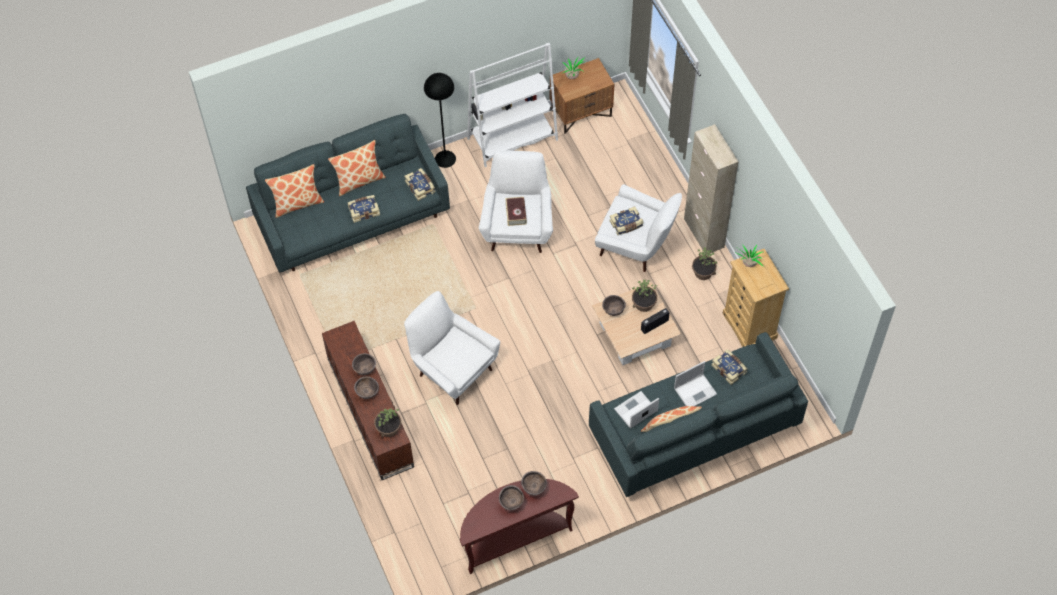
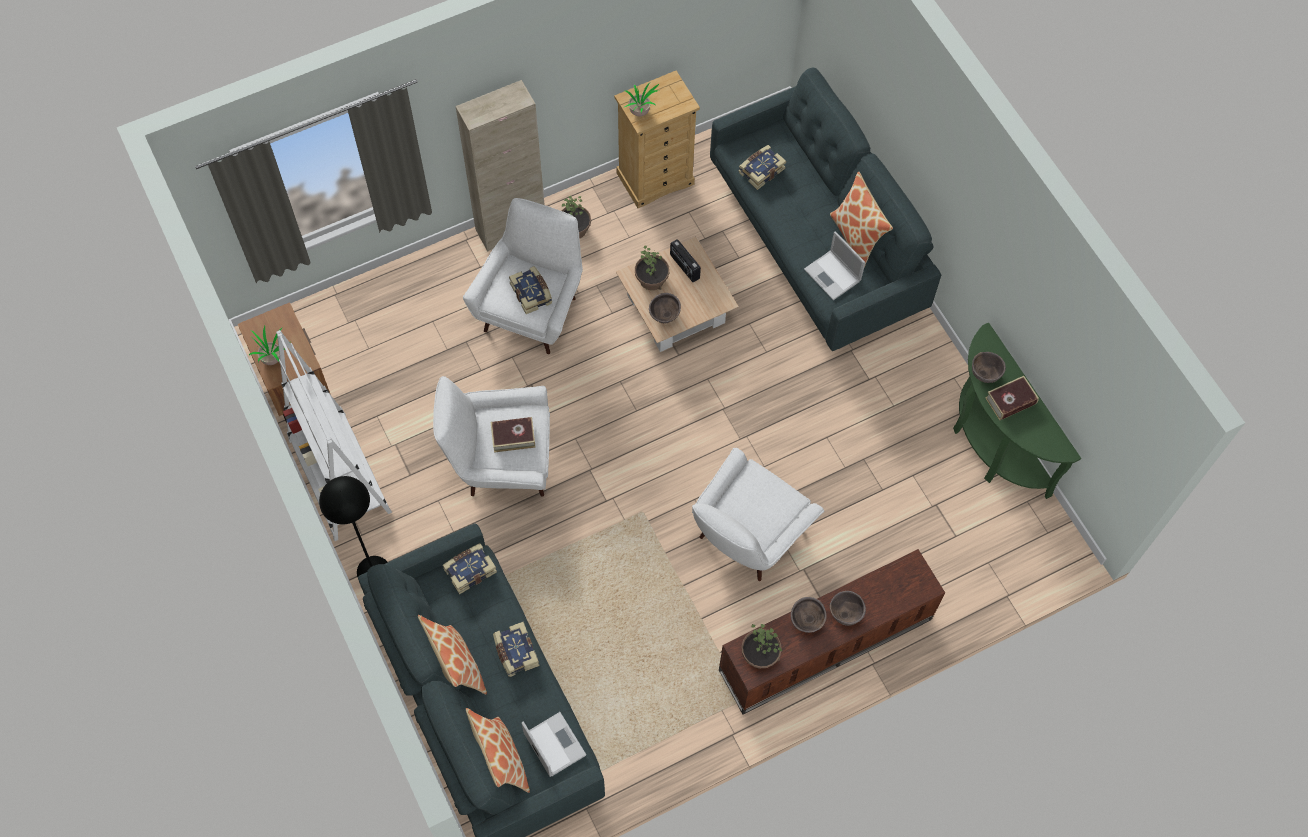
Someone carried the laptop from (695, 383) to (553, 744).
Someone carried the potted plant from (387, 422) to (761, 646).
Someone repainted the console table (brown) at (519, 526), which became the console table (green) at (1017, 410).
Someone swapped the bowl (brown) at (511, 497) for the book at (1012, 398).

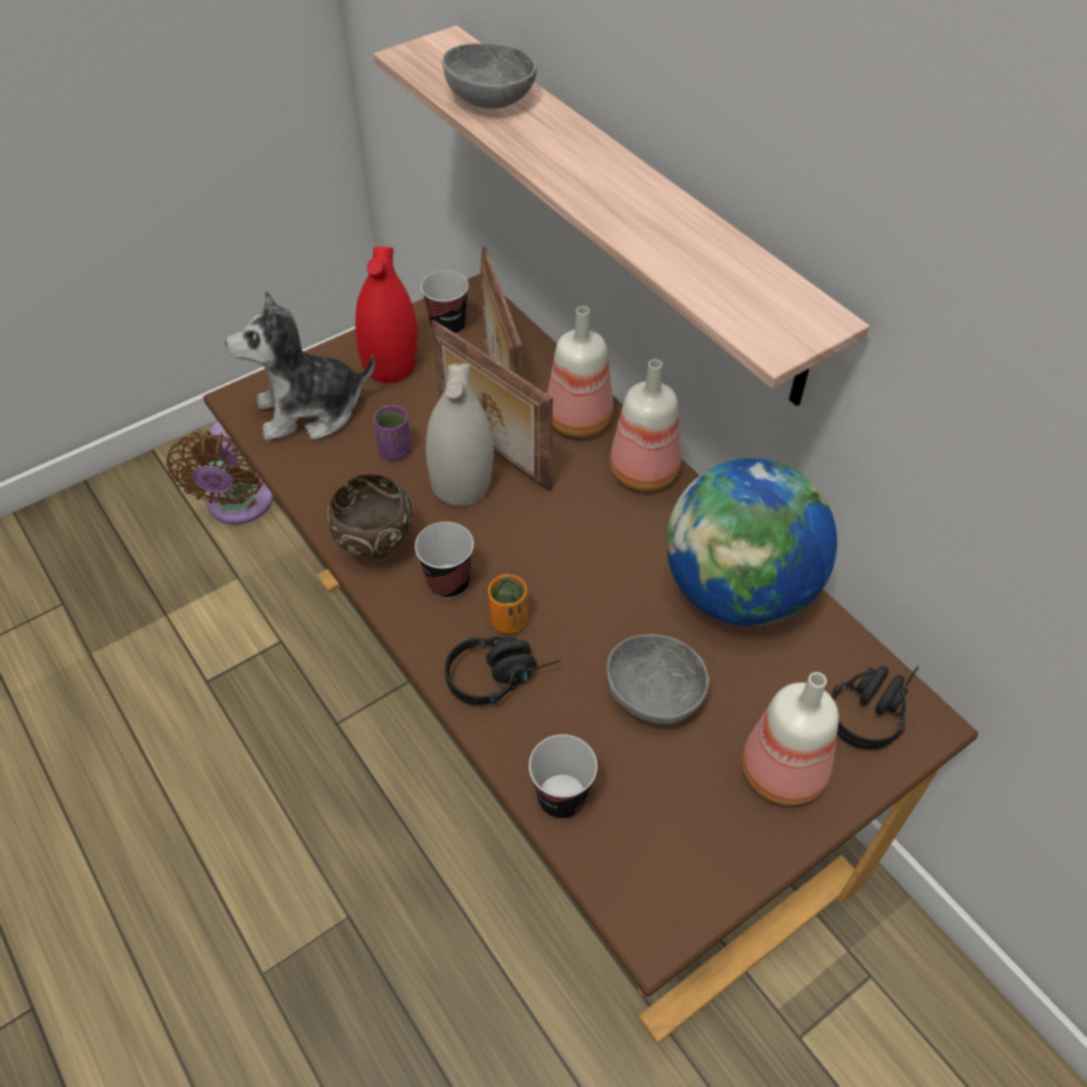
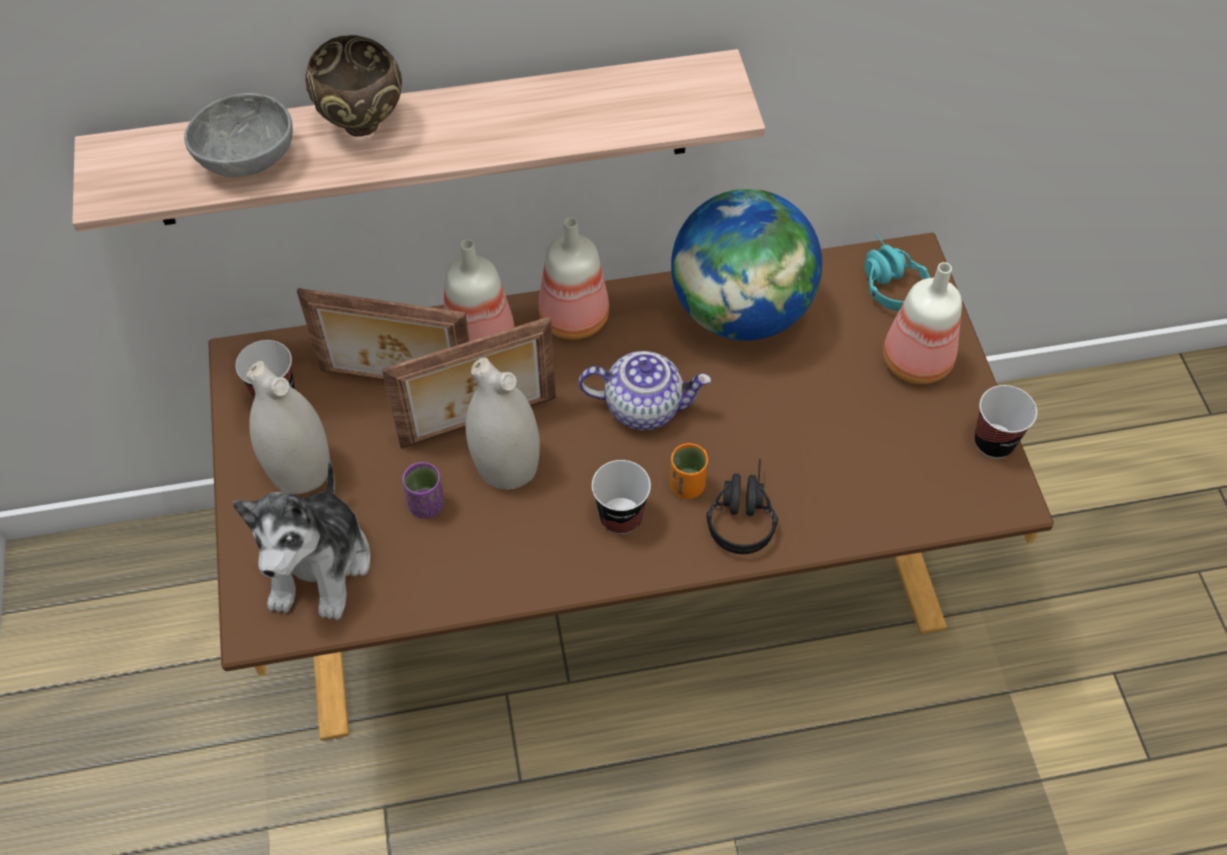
Someone repainted the vase (red) at (386, 315), which became the vase (white) at (288, 427).
Someone carried the bowl (brown) from (370, 516) to (353, 86).
Someone put down the teapot at (645, 390).
Someone repainted the headphones (black) at (875, 707), which became the headphones (turquoise) at (897, 272).
Someone carried the cup from (563, 777) to (1005, 421).
Someone took away the fan (brown) at (219, 473).
Someone took away the bowl (grey) at (658, 679).

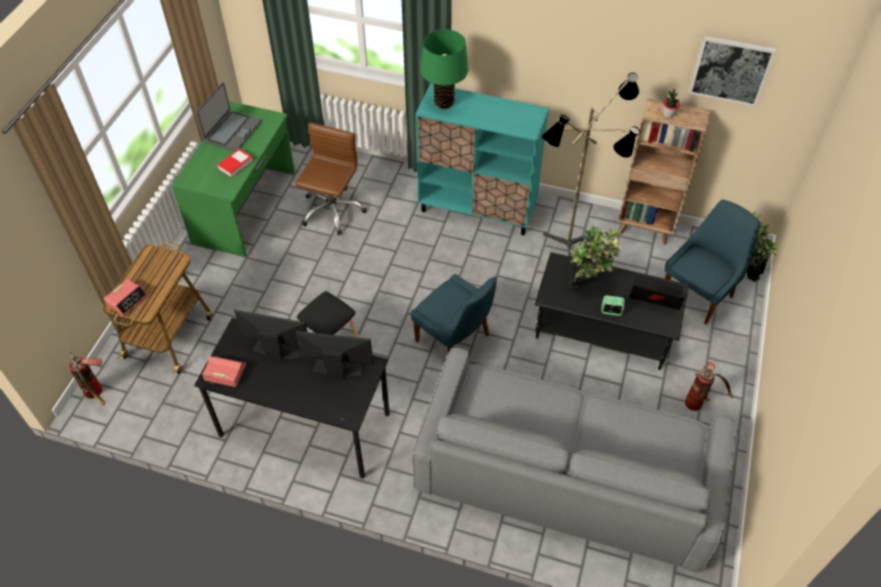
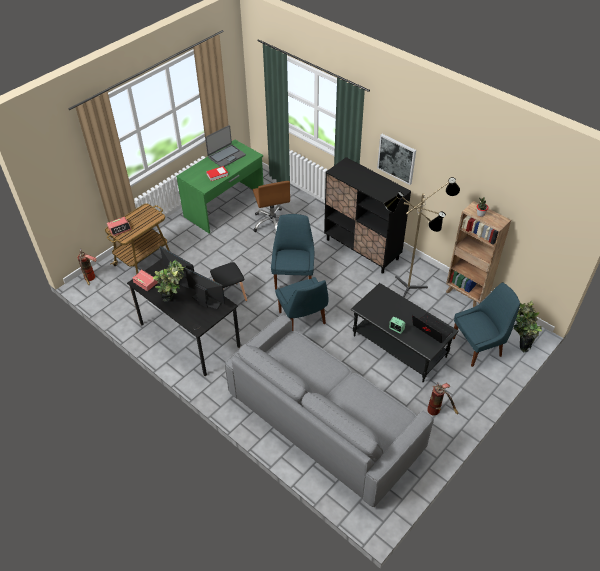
Someone carried the potted plant from (595, 258) to (169, 280).
Someone rotated the office chair (brown) at (331, 178) by 120 degrees clockwise.
Someone put down the chair (blue) at (292, 252).
Someone repainted the cabinet (turquoise) at (482, 159), which became the cabinet (black) at (367, 215).
Someone carried the picture from (732, 71) to (396, 159).
Someone took away the table lamp (green) at (444, 69).

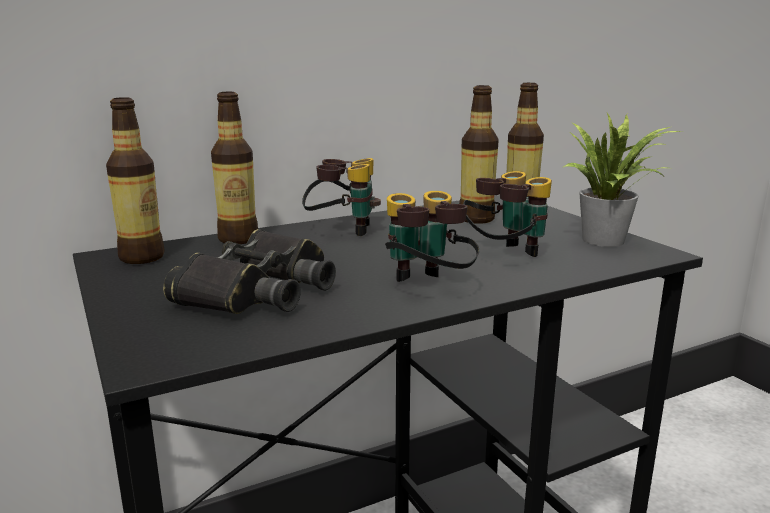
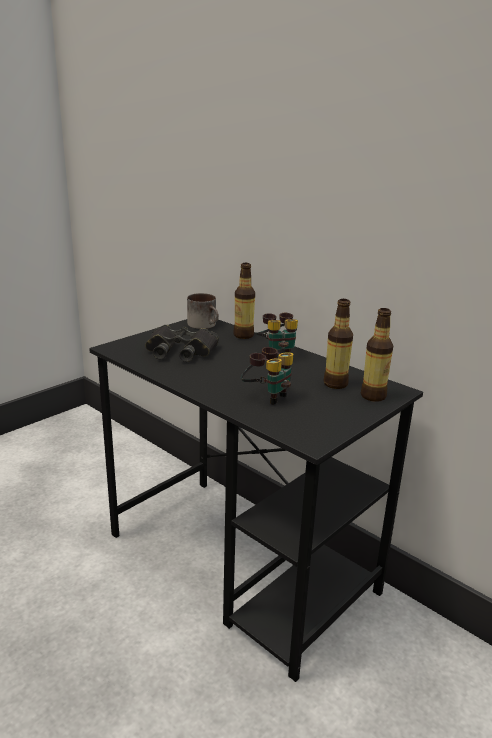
Someone swapped the bottle at (135, 180) for the mug at (203, 311).
Someone took away the binoculars at (432, 236).
Someone took away the potted plant at (623, 180).

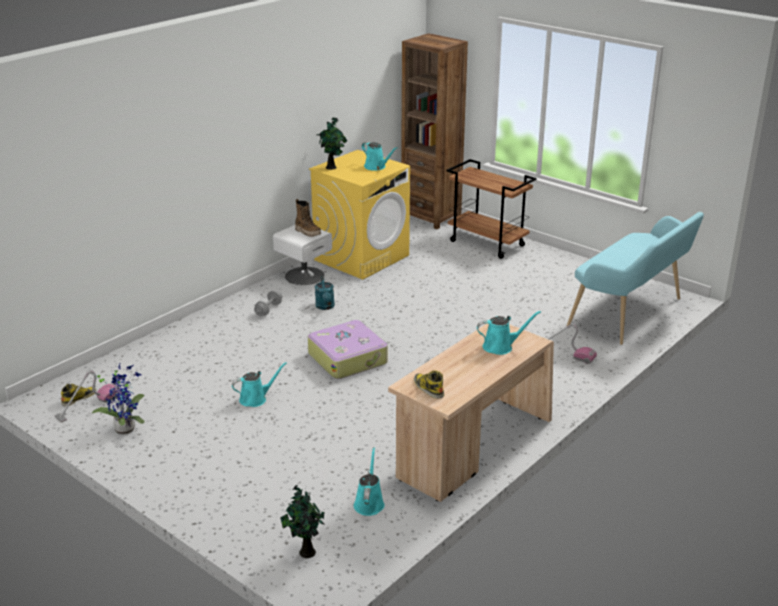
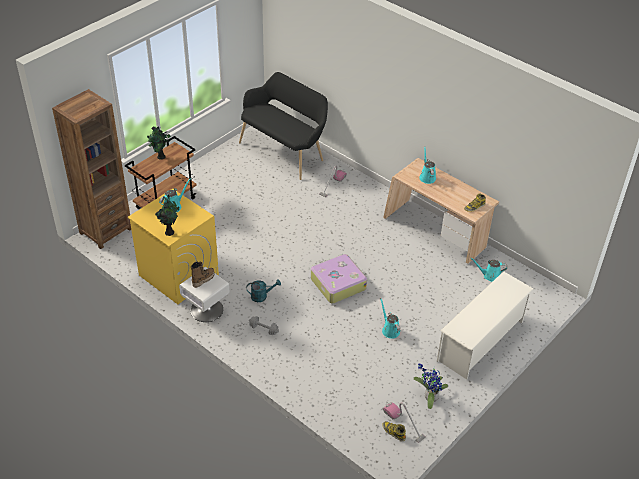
Someone carried the potted plant from (302, 521) to (159, 142).
Someone repainted the bench (turquoise) at (635, 278), which became the bench (black) at (283, 126).
Someone put down the shoe rack (white) at (485, 325).

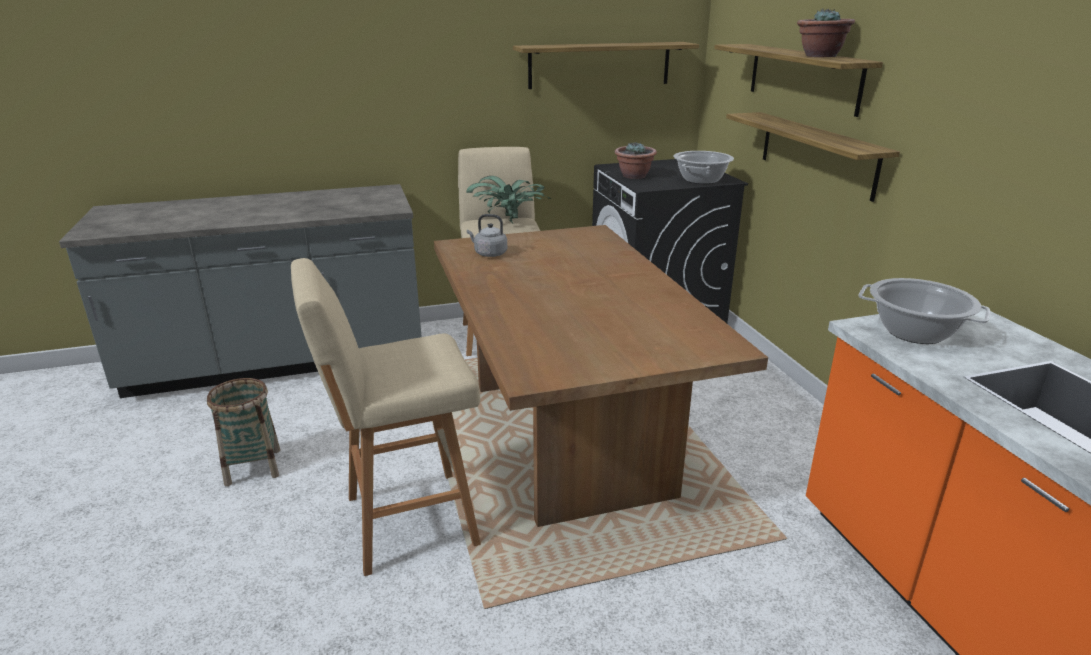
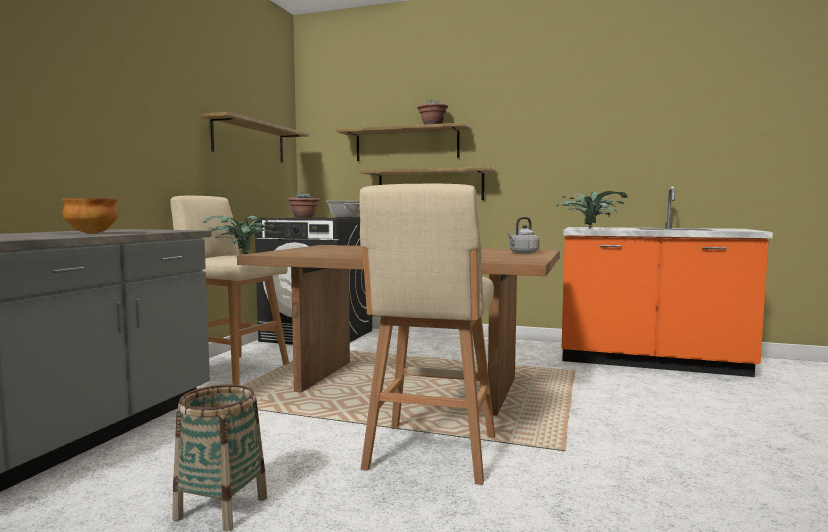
Someone put down the bowl at (90, 216).
Someone carried the kettle (grey) from (487, 235) to (523, 235).
Someone swapped the cooking pot at (924, 311) for the potted plant at (591, 209).

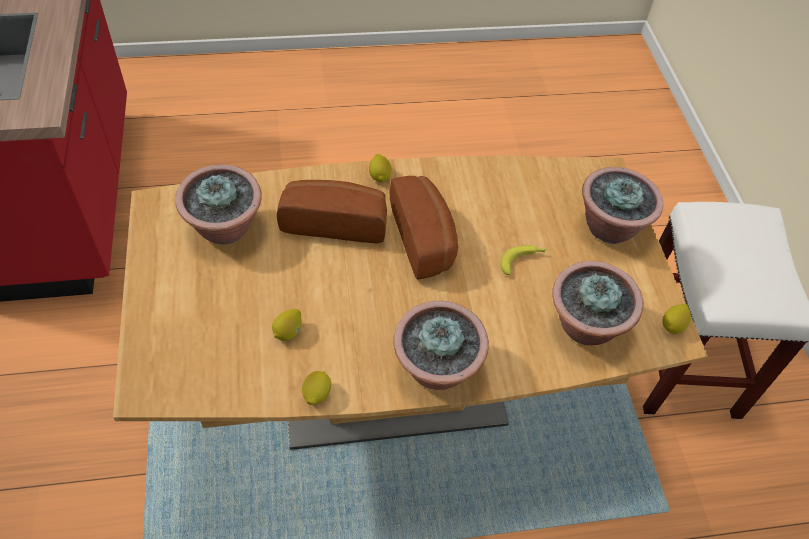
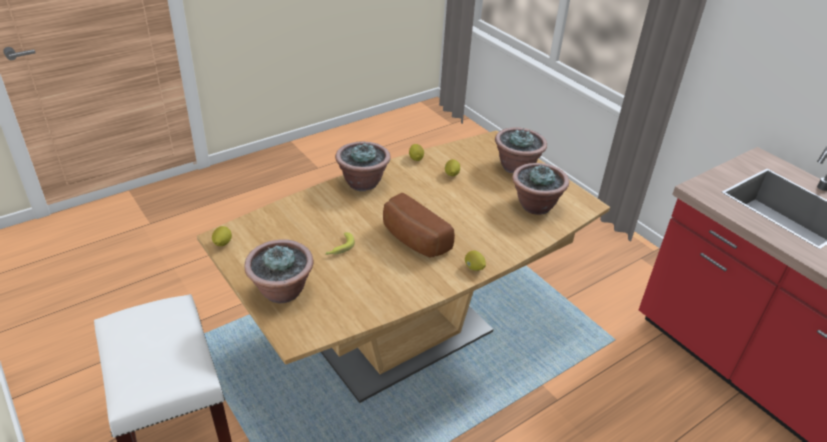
Someone carried the potted plant from (598, 303) to (521, 150).
Someone took away the bread at (332, 211).

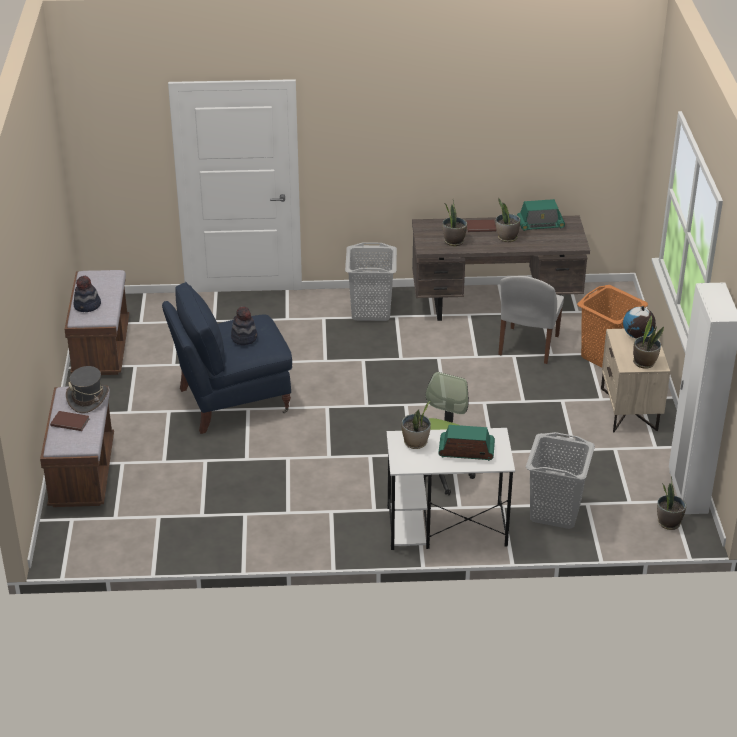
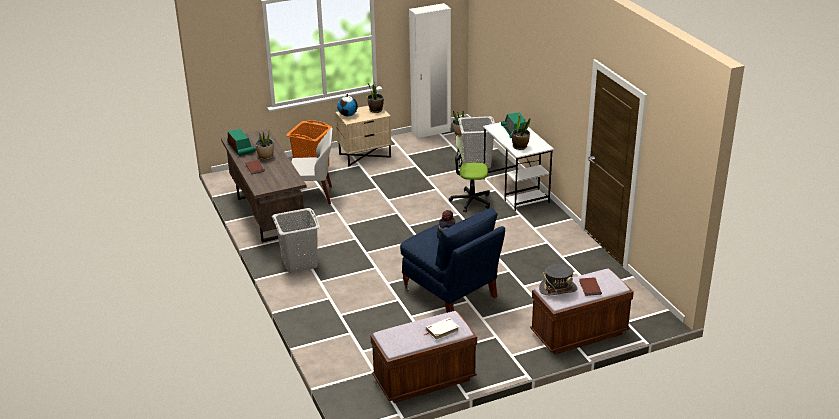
Someone swapped the hat at (87, 294) for the book (white) at (441, 329).
Someone took away the potted plant at (455, 223).

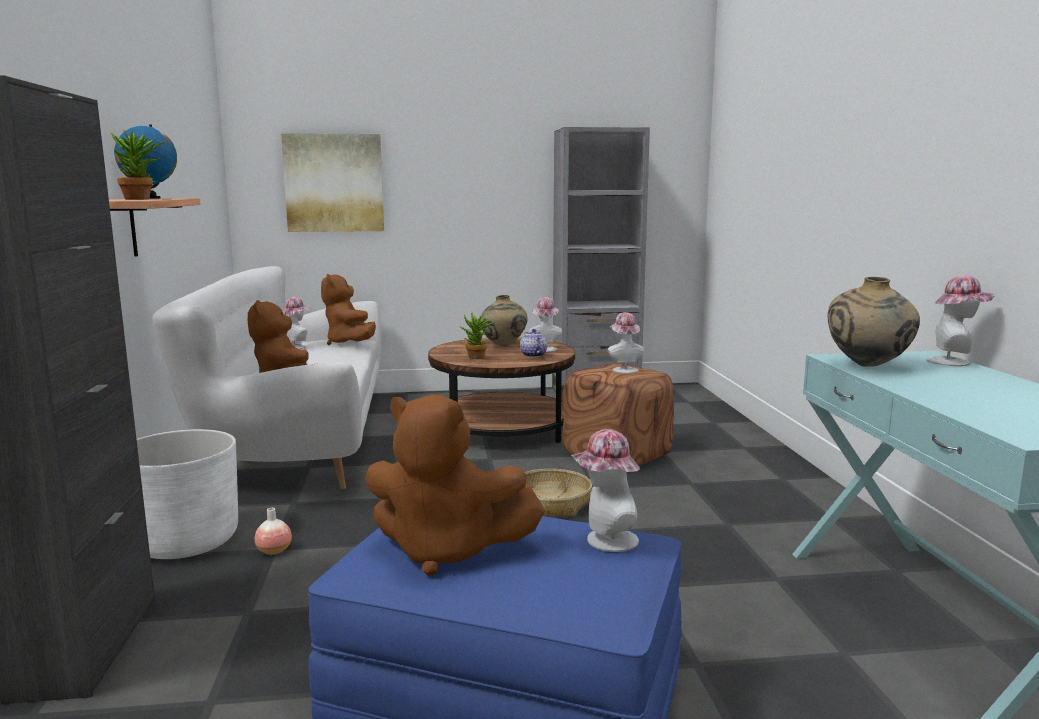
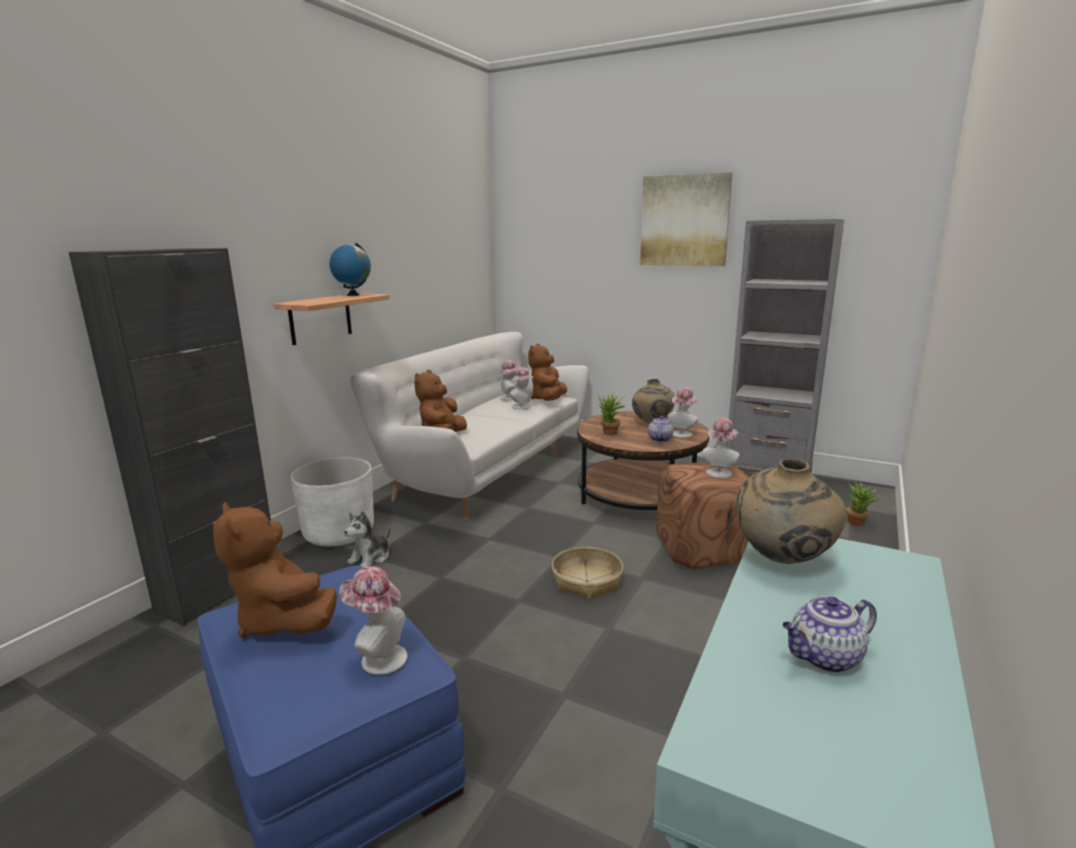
Someone swapped the vase at (273, 531) for the plush toy at (367, 539).
Someone carried the hat from (960, 320) to (521, 388).
Someone carried the picture from (332, 182) to (686, 219).
Someone put down the teapot at (830, 634).
Someone carried the potted plant from (137, 164) to (865, 503).

